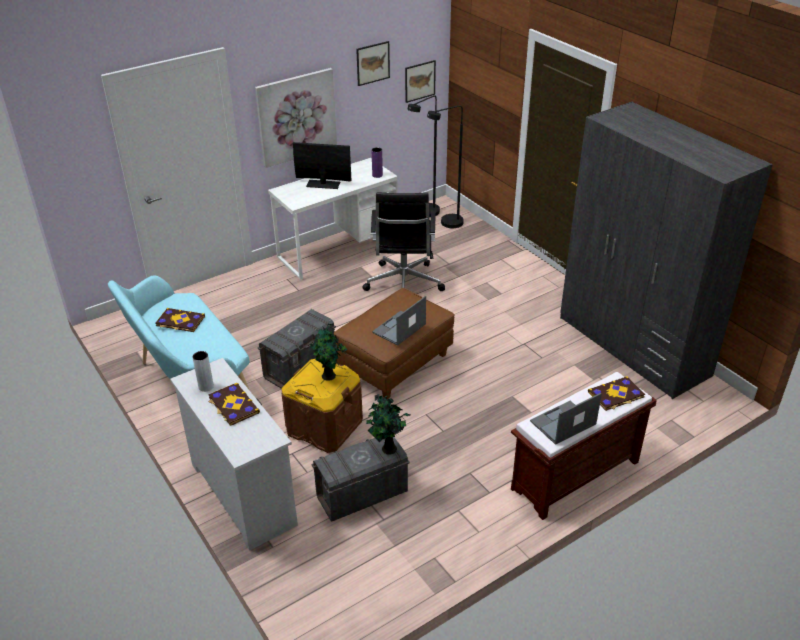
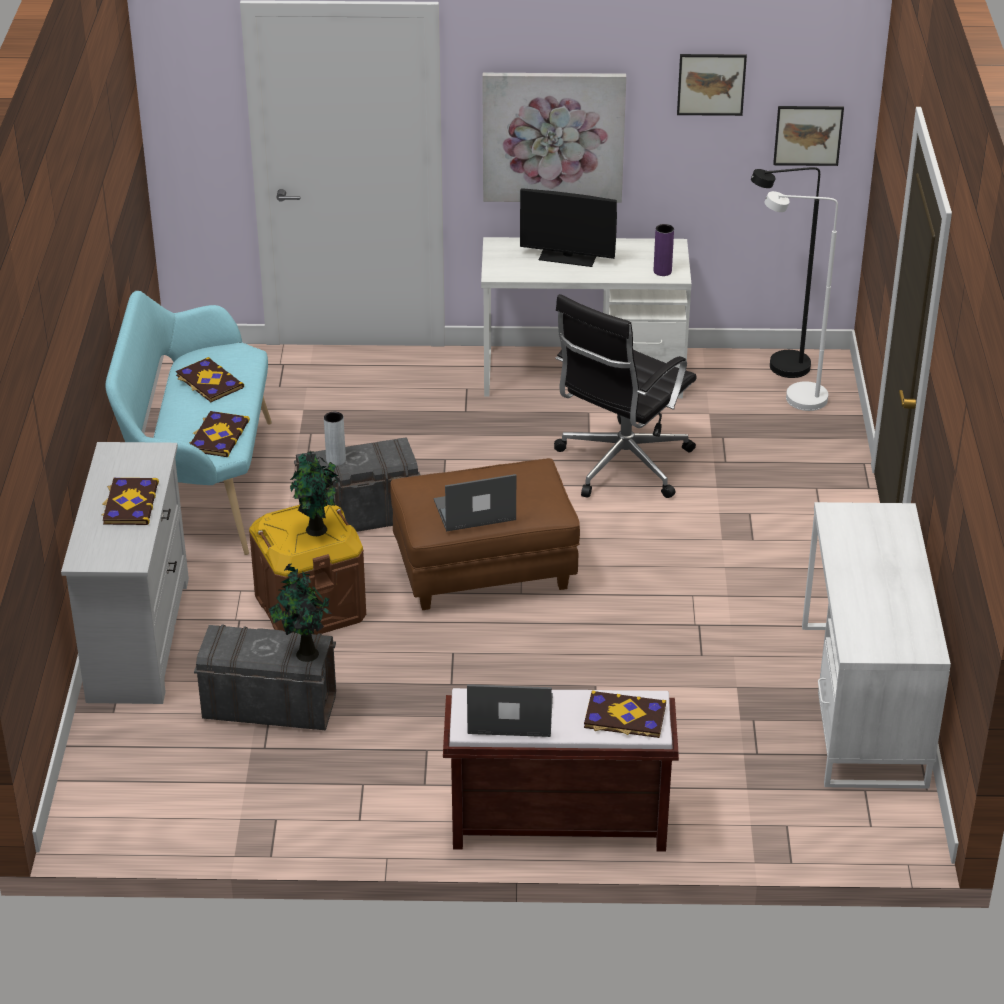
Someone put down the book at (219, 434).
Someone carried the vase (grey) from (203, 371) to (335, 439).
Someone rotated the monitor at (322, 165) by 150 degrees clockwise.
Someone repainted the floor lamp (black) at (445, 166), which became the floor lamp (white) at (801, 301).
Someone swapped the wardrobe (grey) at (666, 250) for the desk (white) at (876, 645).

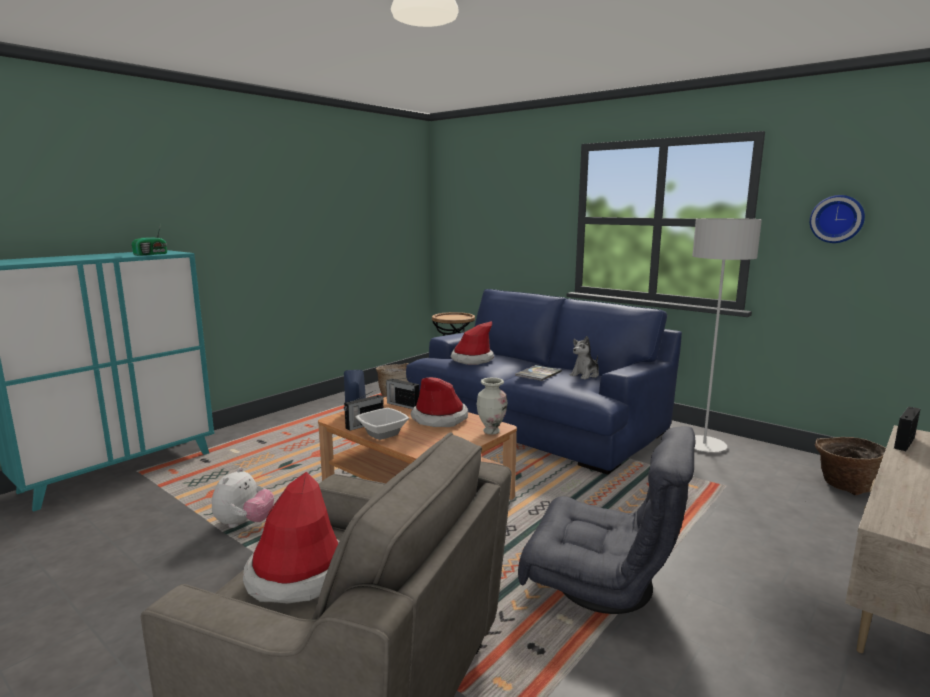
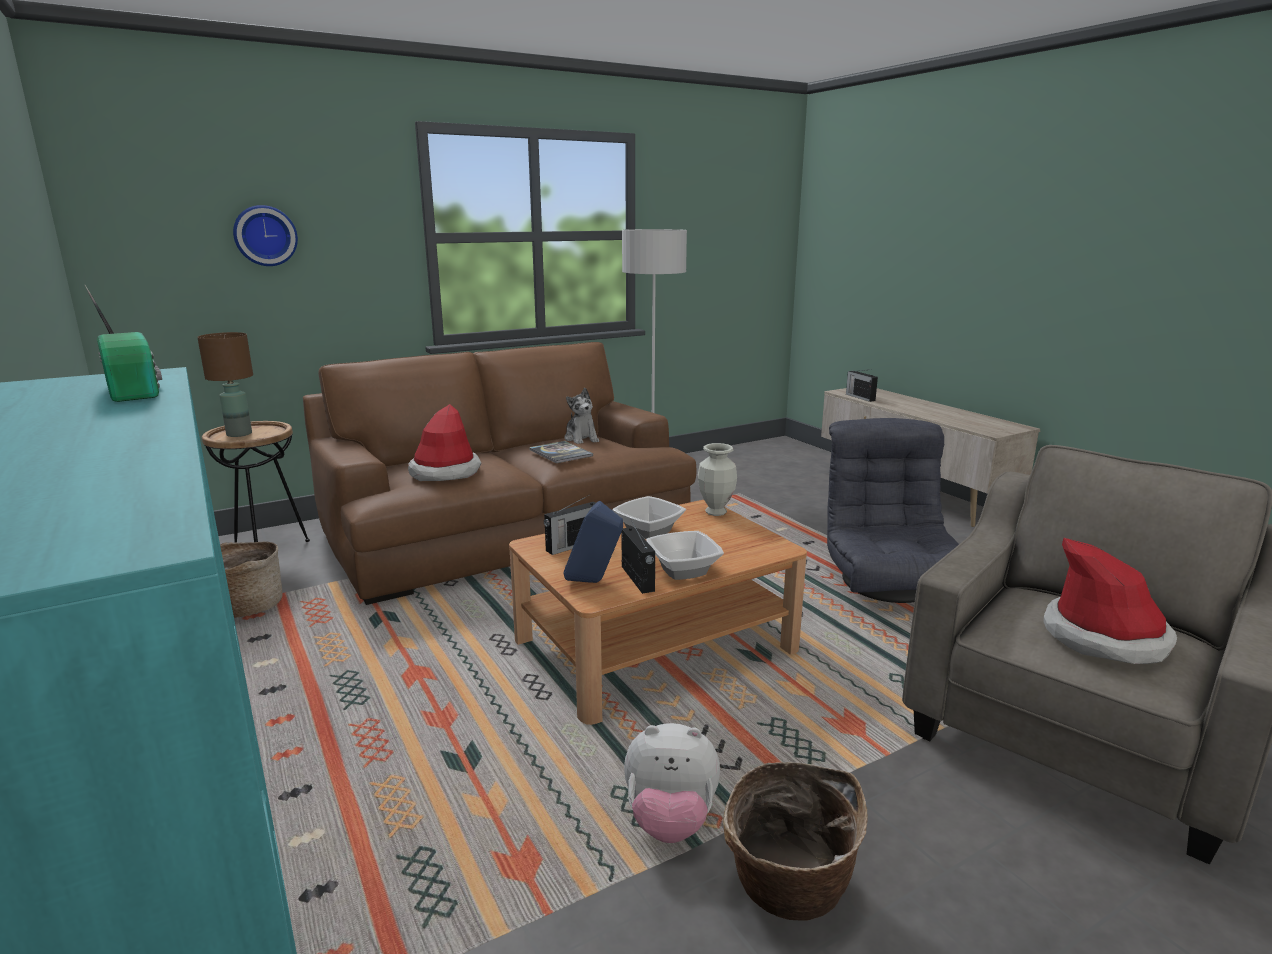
Someone put down the table lamp (brown) at (225, 384).
Someone carried the wall clock from (837, 219) to (265, 235).
Someone repainted the sofa (blue) at (544, 382), which became the sofa (brown) at (499, 473).
Someone swapped the hat at (439, 402) for the bowl at (649, 517).
Someone rotated the plush toy at (243, 497) by 150 degrees clockwise.
Someone carried the basket from (850, 466) to (795, 841).
Someone rotated the armchair (grey) at (606, 520) by 45 degrees counterclockwise.

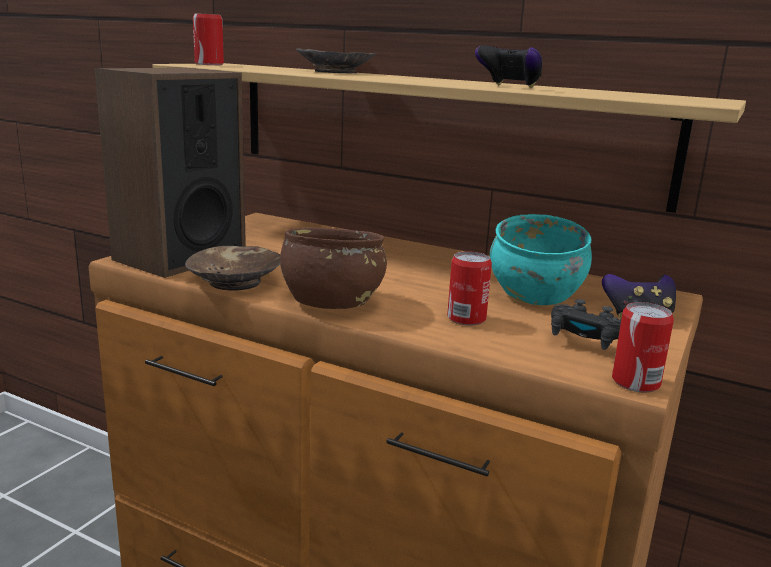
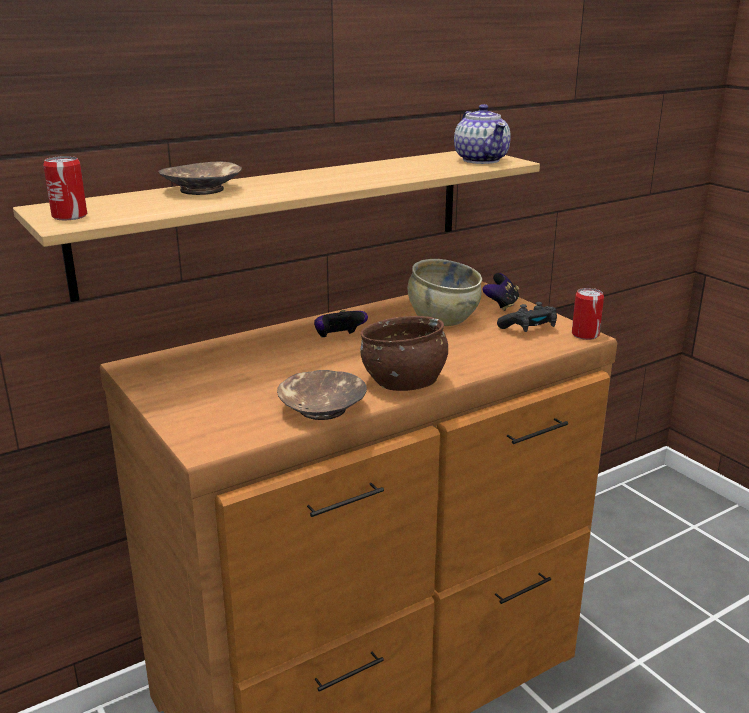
Someone carried the game controller from (508, 66) to (341, 324).
Someone repainted the bowl (turquoise) at (541, 259), which became the bowl (beige) at (445, 292).
Someone put down the teapot at (482, 134).
Someone took away the speaker at (170, 173).
Someone took away the can at (469, 288).

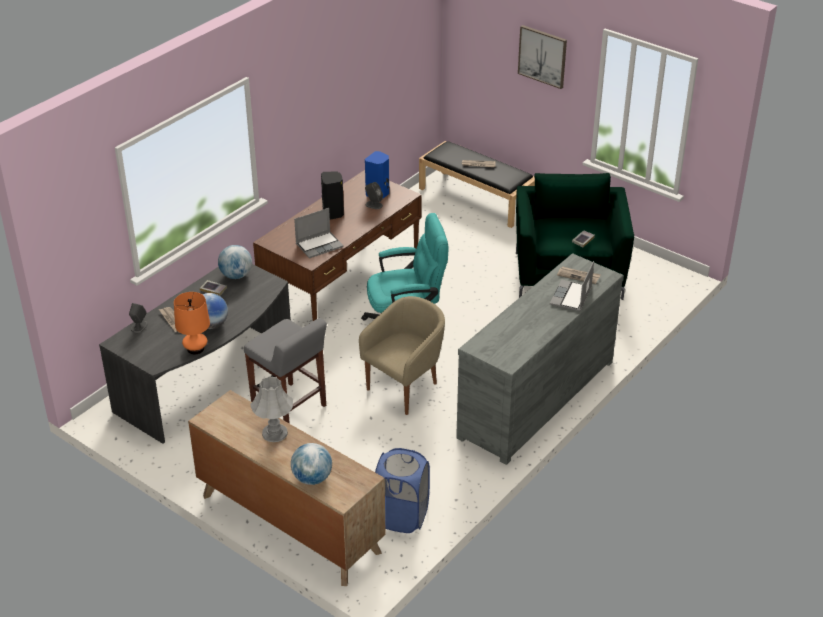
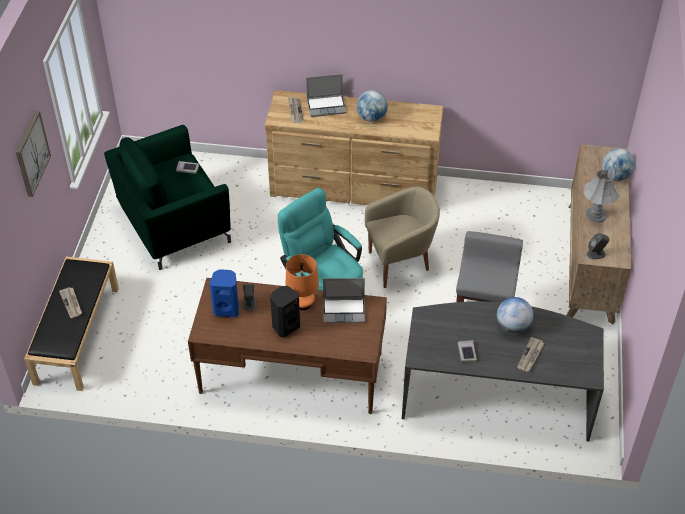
Someone repainted the dresser (grey) at (540, 359), which became the dresser (brown) at (354, 147).
Someone carried the table lamp (orange) from (192, 323) to (302, 282).
Someone rotated the laptop at (318, 233) by 150 degrees clockwise.
Someone carried the globe from (235, 262) to (372, 106).
Someone rotated the armchair (beige) at (402, 355) by 150 degrees clockwise.
Someone carried the speaker (grey) from (138, 318) to (598, 246).
Someone took away the laundry basket (blue) at (402, 490).

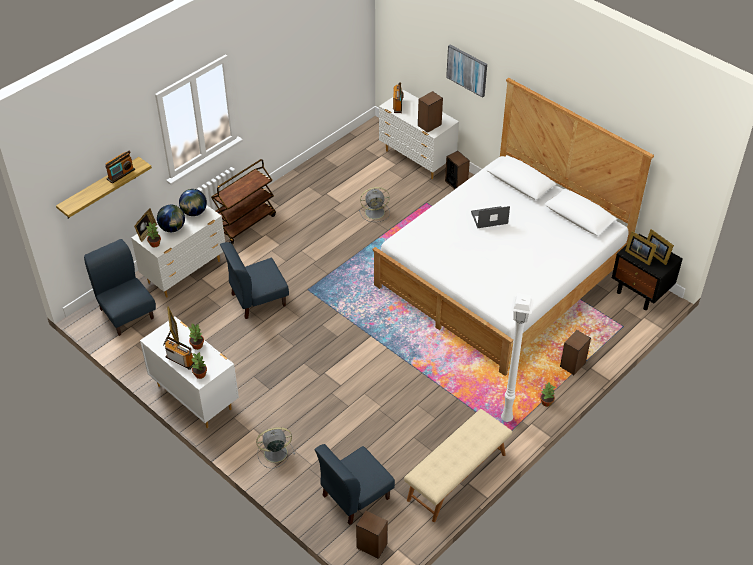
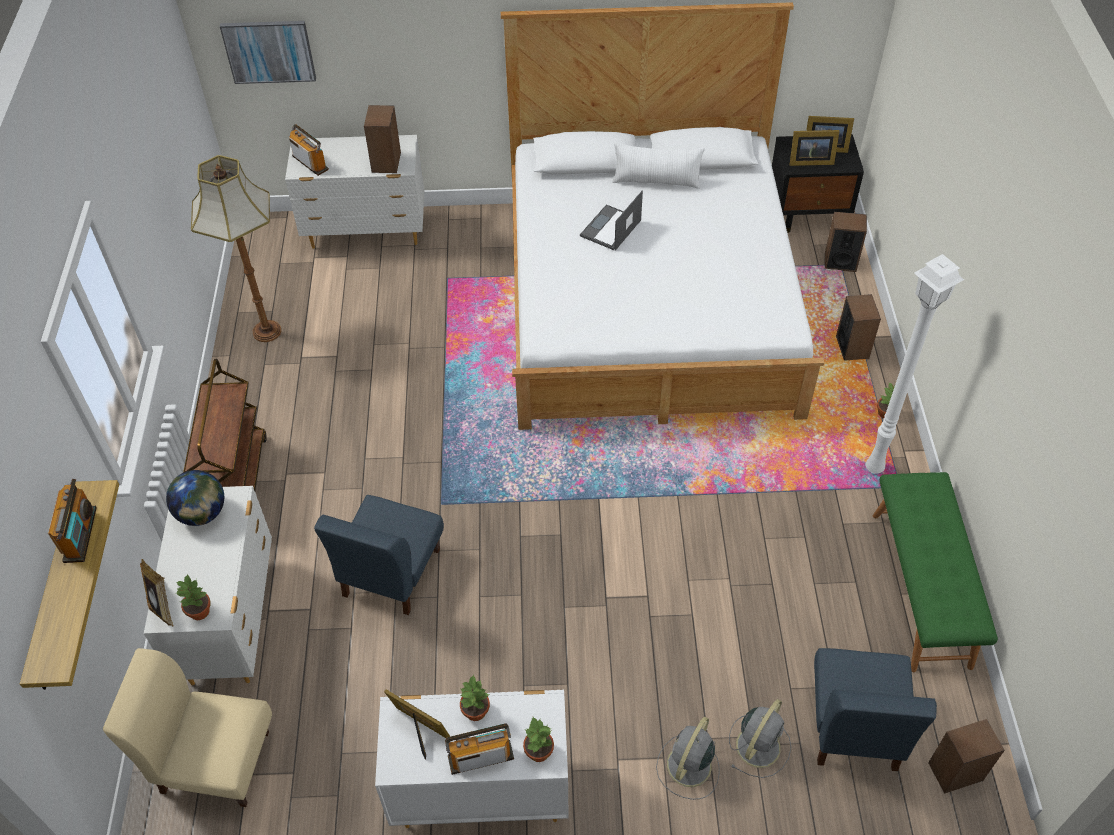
Someone repainted the chair (blue) at (120, 287), which became the chair (beige) at (187, 727).
Someone put down the floor lamp at (236, 248).
Someone carried the picture from (466, 71) to (268, 52).
Someone put down the pillow (white) at (658, 165).
Someone carried the fan (grey) from (374, 204) to (760, 738).
Someone carried the speaker from (457, 170) to (846, 242).
Someone repainted the bench (beige) at (458, 465), which became the bench (green) at (935, 572).
Someone took away the globe at (171, 218).

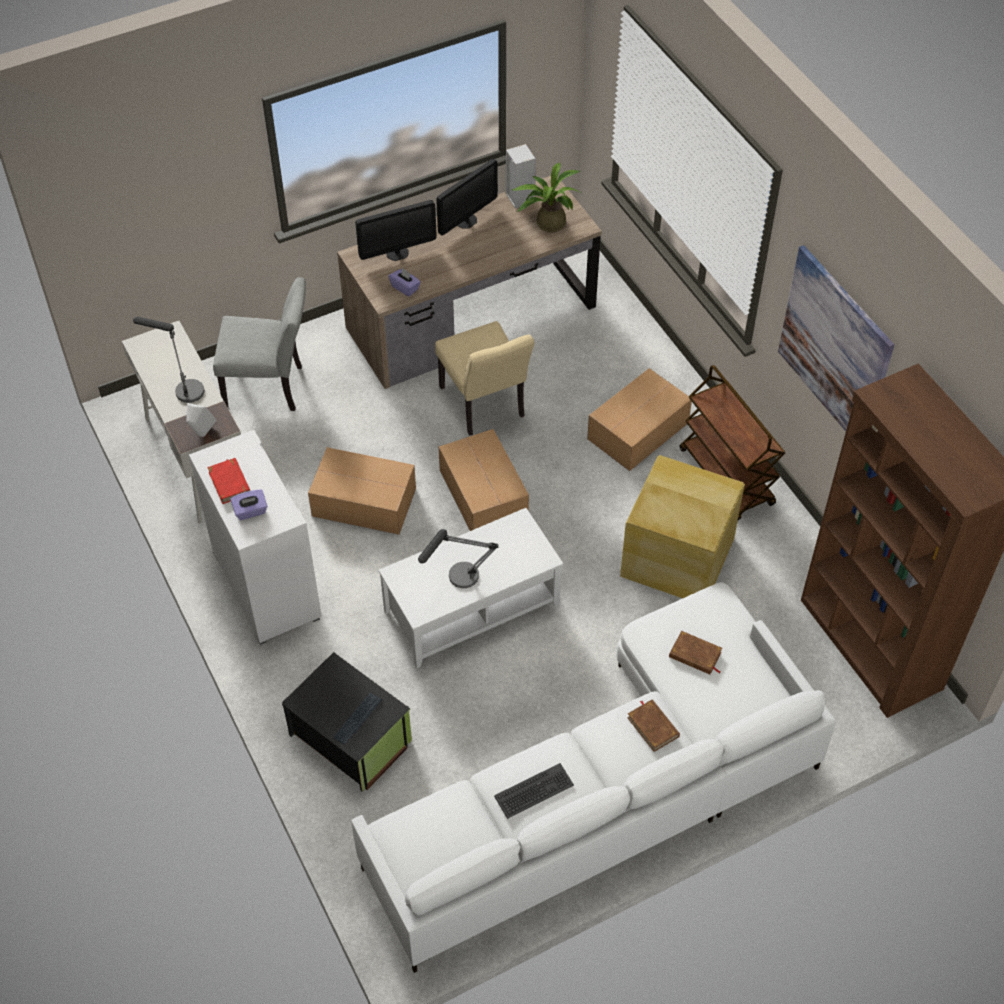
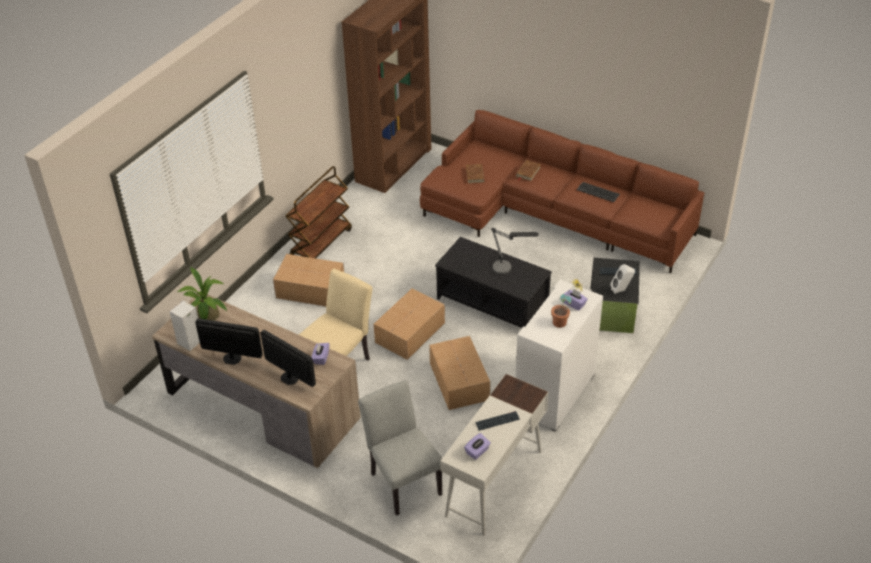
Someone repainted the sofa (white) at (593, 777), which became the sofa (brown) at (562, 191).
Someone repainted the coffee table (white) at (471, 588), which became the coffee table (black) at (493, 282).
Someone put down the tissue box (purple) at (477, 446).
Someone swapped the table lamp at (169, 360) for the keyboard at (497, 421).
Someone swapped the book (red) at (228, 481) for the potted plant at (566, 303).
Someone carried the speaker (white) from (201, 420) to (622, 279).
Someone took away the storage box (beige) at (682, 526).
Someone took away the picture at (836, 338).

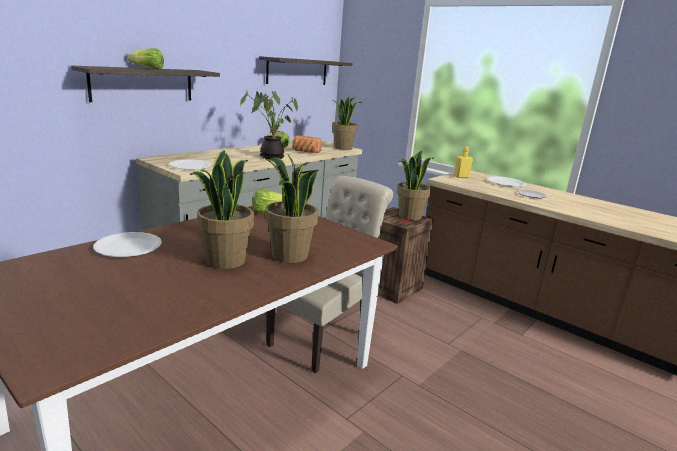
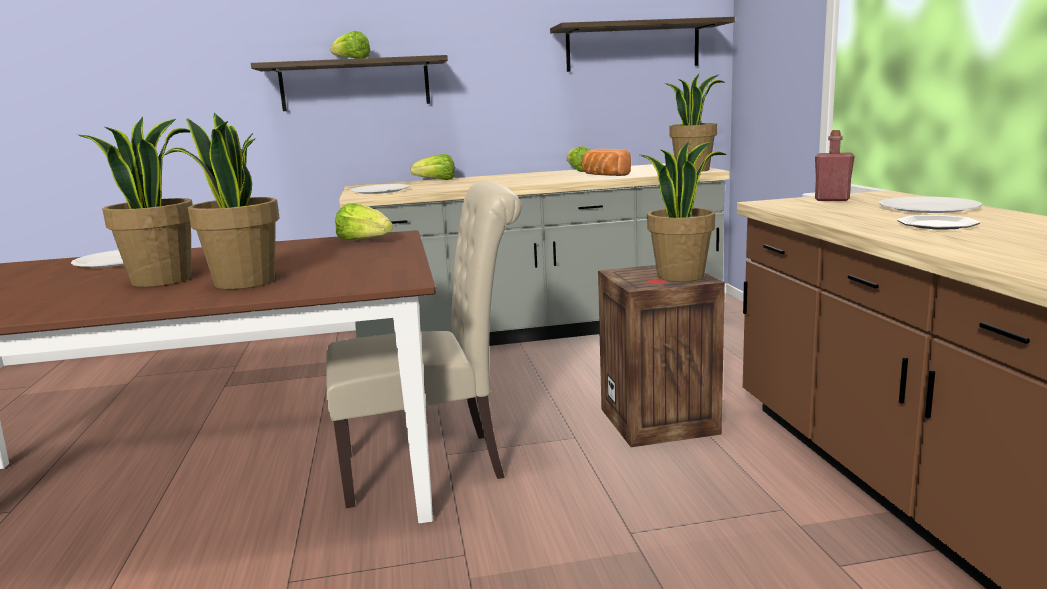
Someone put down the lettuce at (432, 167).
Someone repainted the bottle (yellow) at (463, 162), which became the bottle (red) at (835, 165).
Someone took away the potted plant at (269, 124).

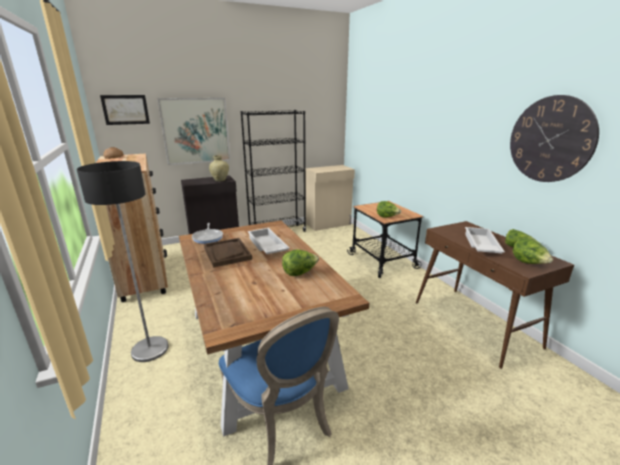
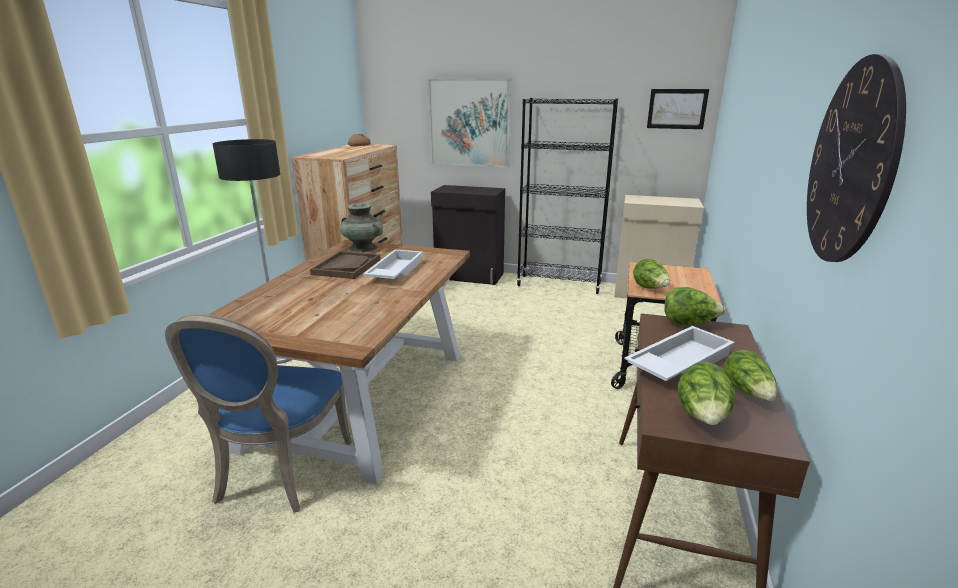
Someone swapped the frying pan at (207, 233) for the vase (turquoise) at (361, 227).
Someone carried the picture from (125, 110) to (678, 109).
Someone carried the lettuce from (300, 262) to (694, 306).
Someone took away the vase (beige) at (219, 168).

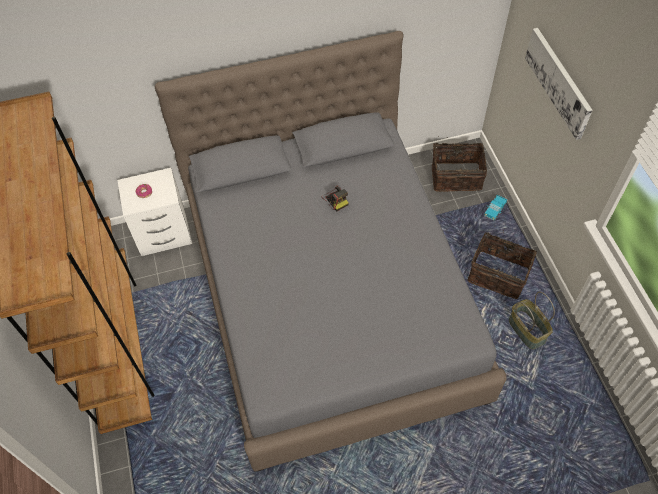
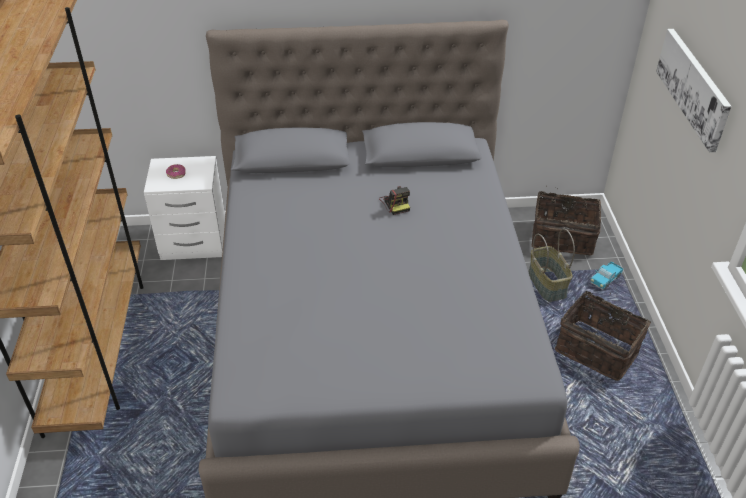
Someone carried the basket from (532, 320) to (551, 265).

